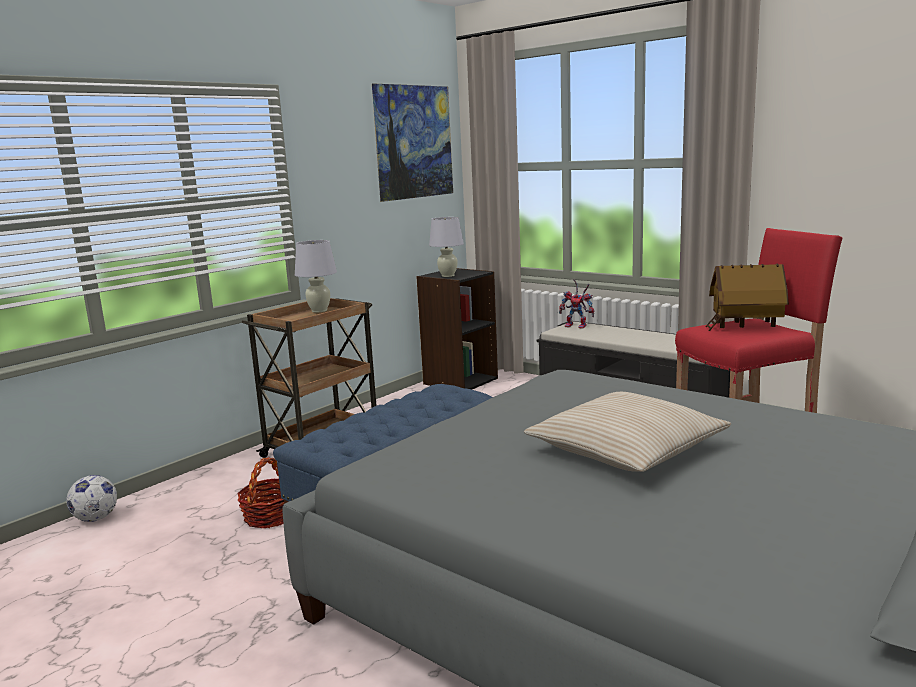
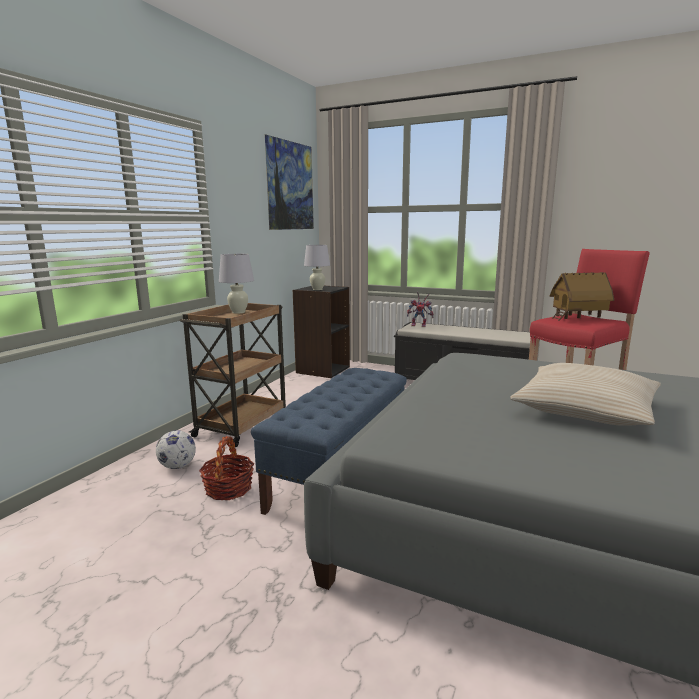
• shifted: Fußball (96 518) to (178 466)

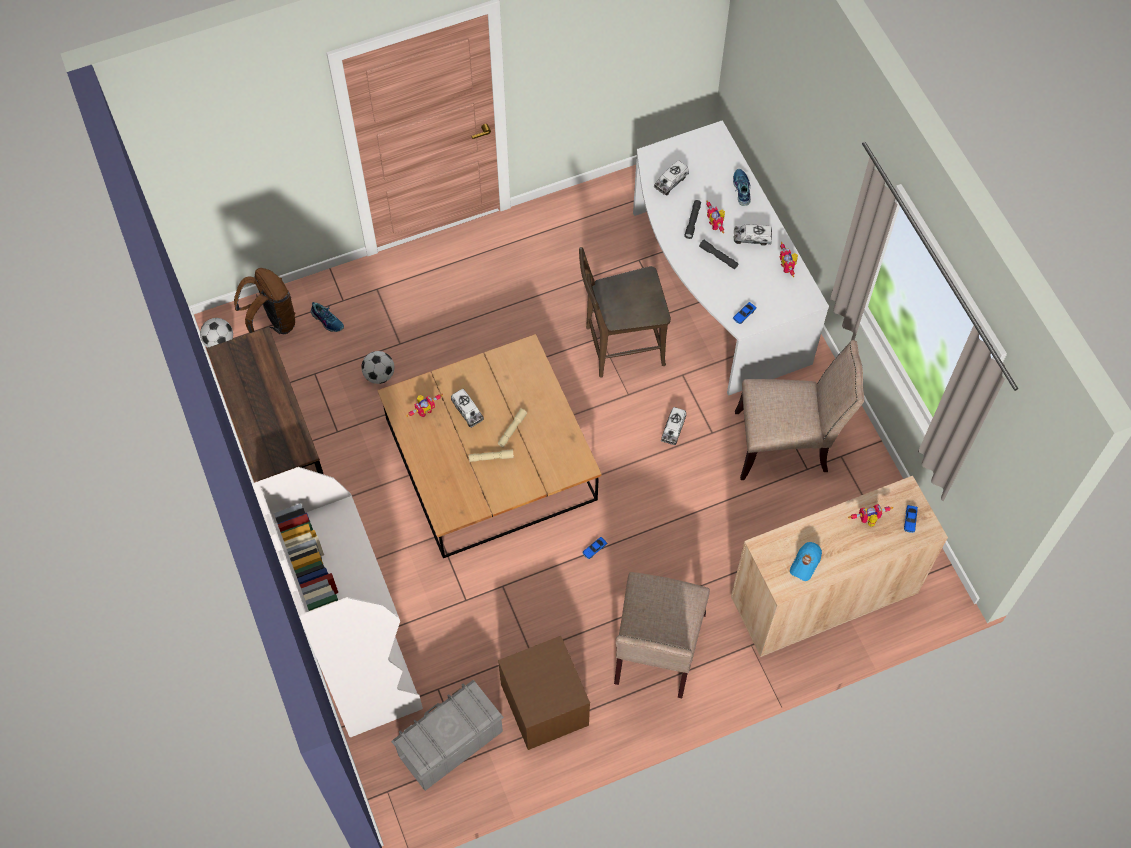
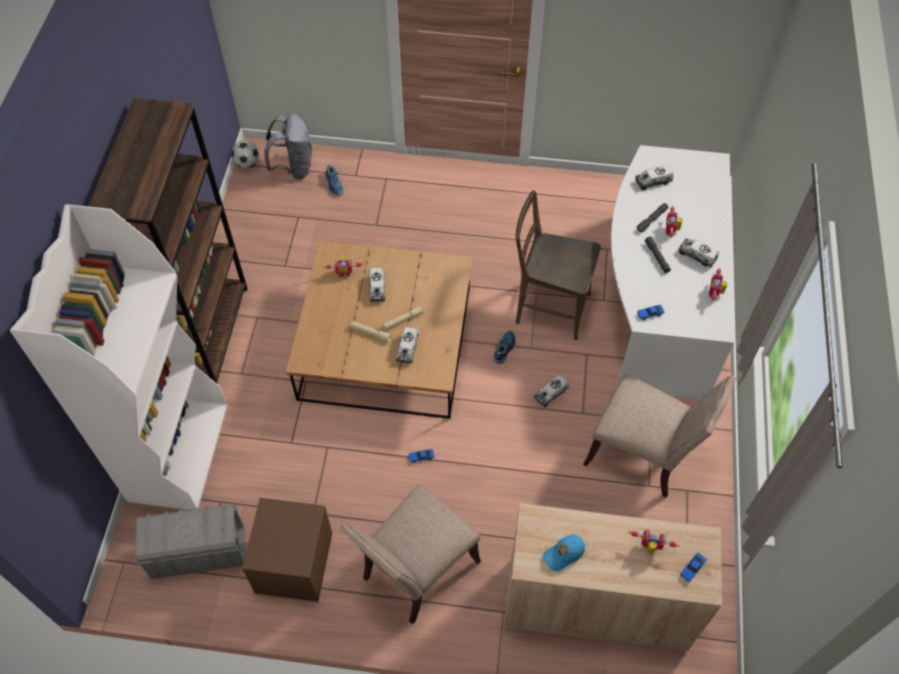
• shifted: Schuh (741 189) to (503 349)
• repainted: Rucksack/braun (272 322) to Rucksack/grau (294 167)
• gone: Fußball (379 375)
• new: Spielzeuglaster (407 349)

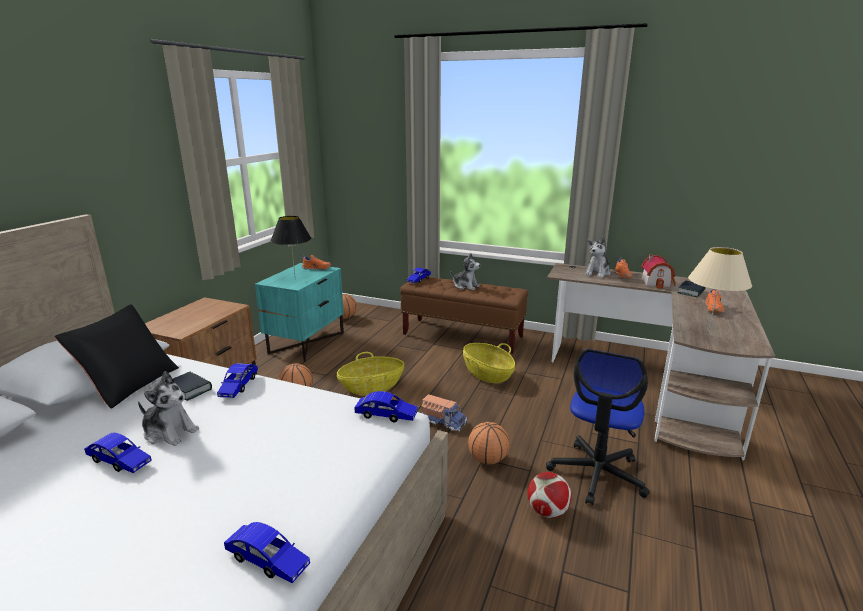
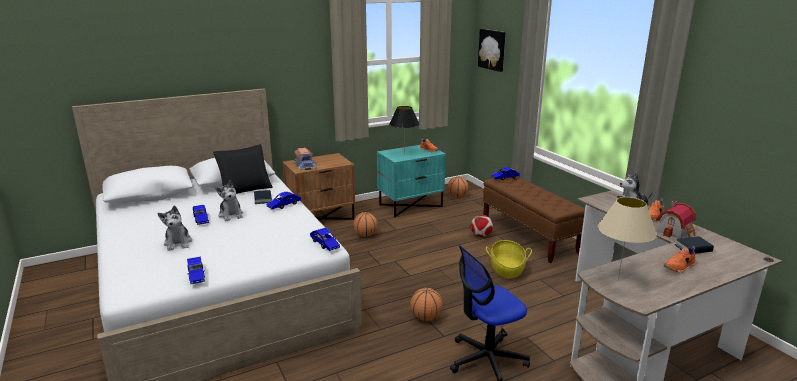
• shifted: Plüschtier (465 286) to (178 243)
• gone: Korb (372 387)
• shifted: Spielzeuglaster (443 421) to (305 166)
• shifted: Fußball (547 511) to (481 236)
• new: Bild (492 49)

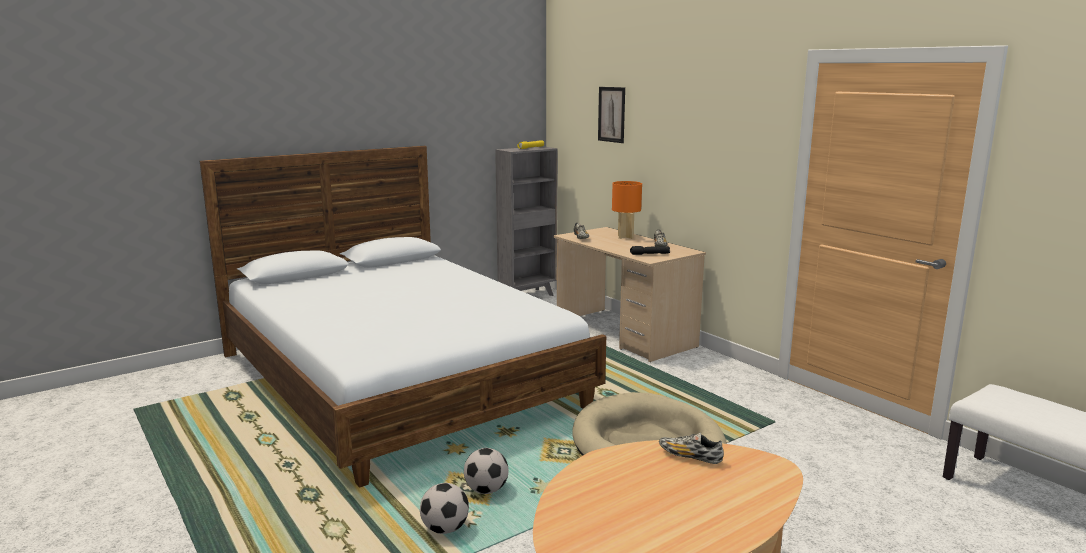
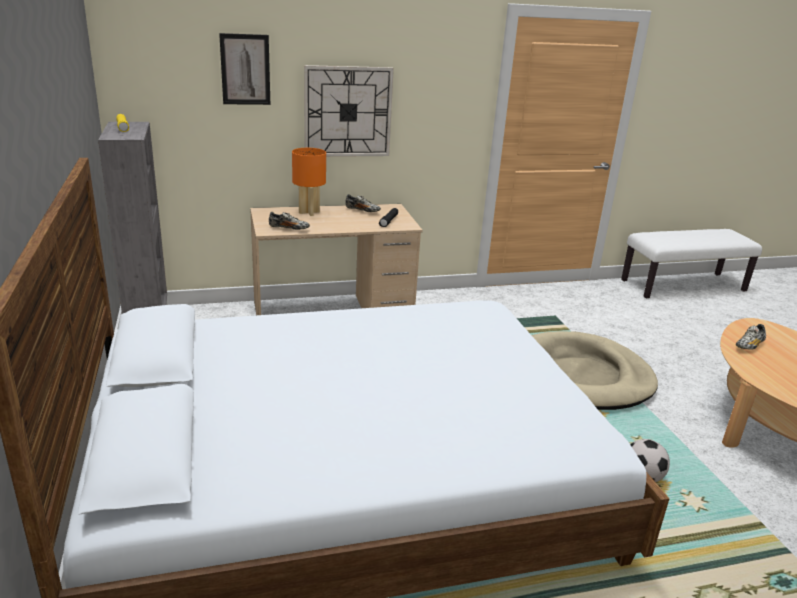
• gone: Fußball (445 529)
• new: Wanduhr (348 112)

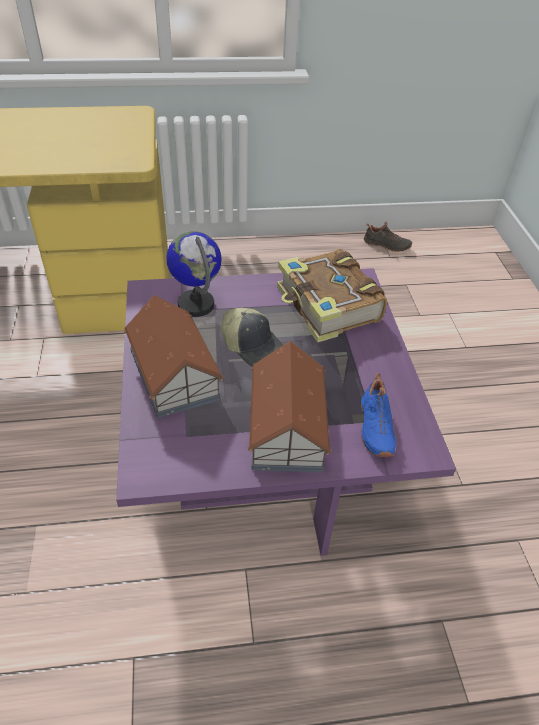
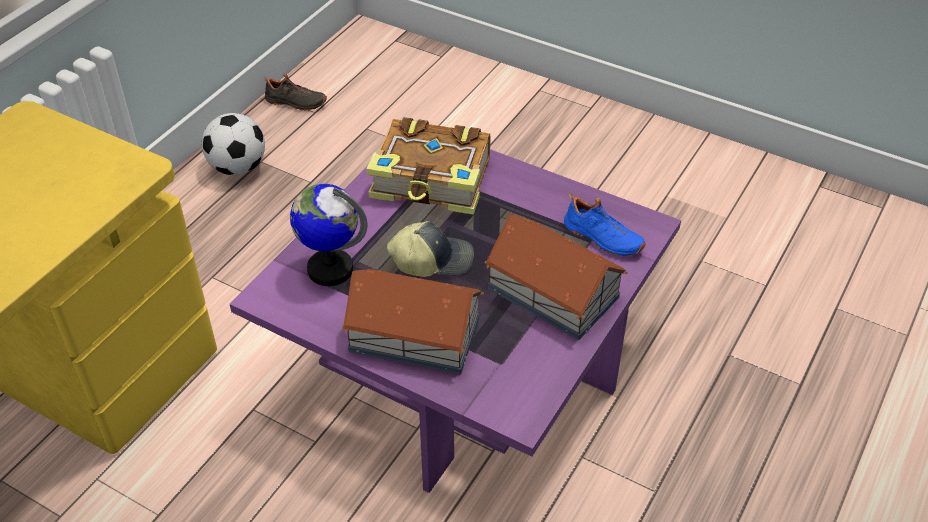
• rotated: Schuh/schwarz (386 245) = (295 103) 45 degrees clockwise
• new: Fußball (238 167)

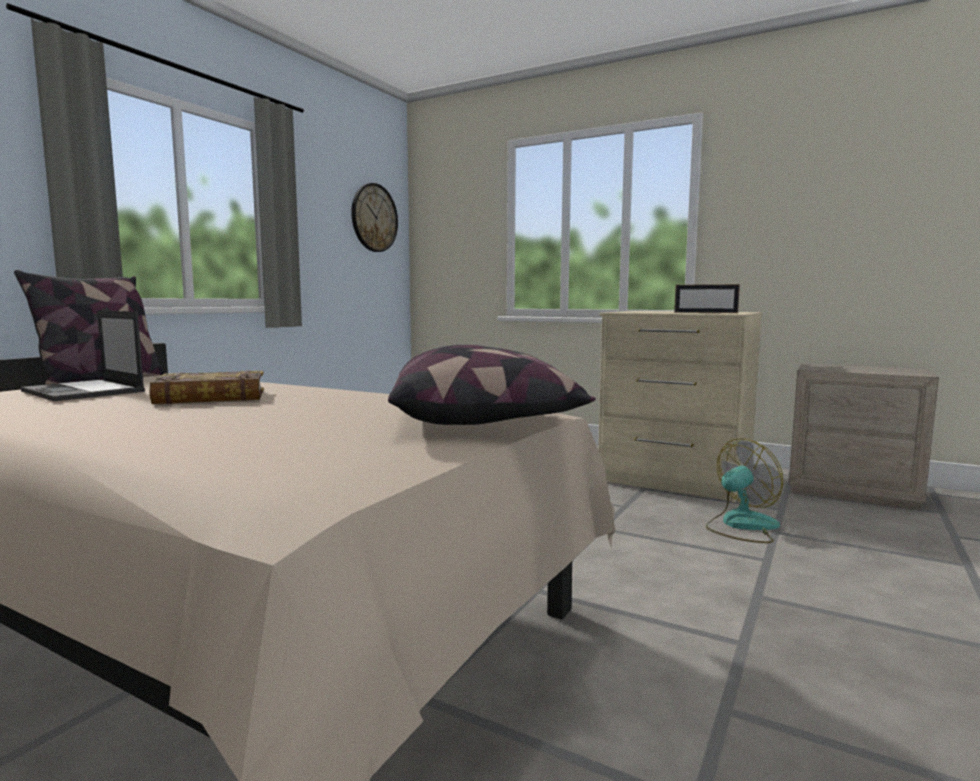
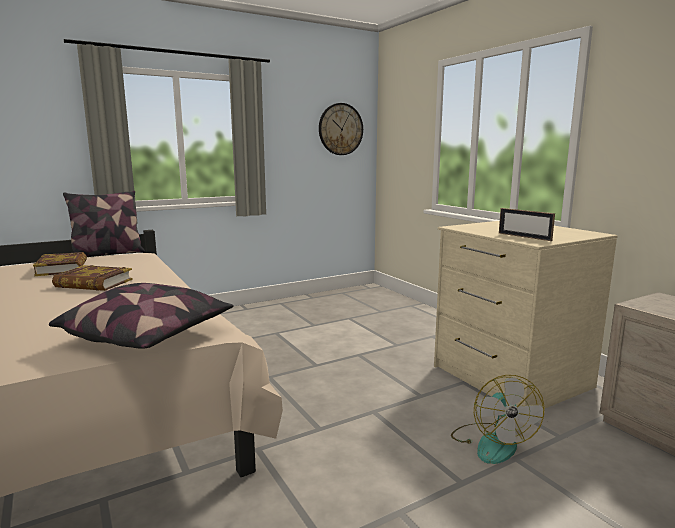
• swapped: Laptop (84 391) to Buch (62 268)
• rotated: Ventilator (741 526) = (492 442) 90 degrees clockwise

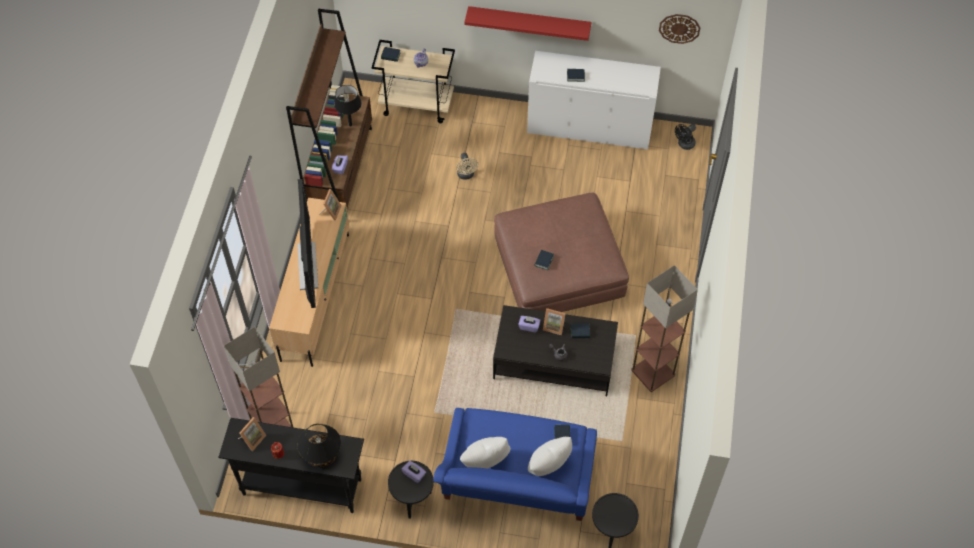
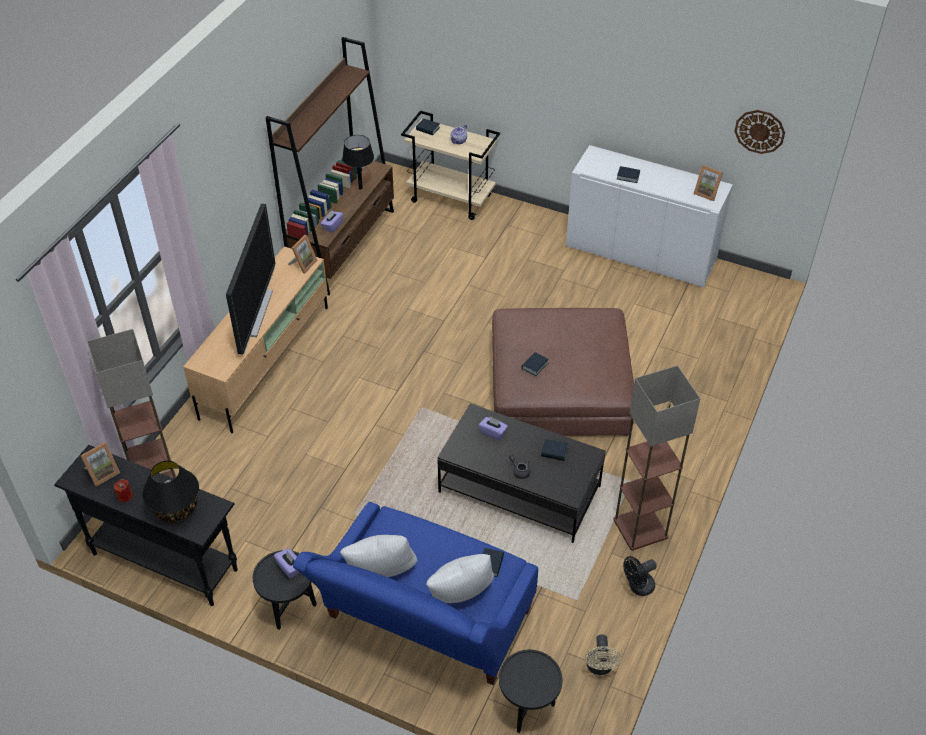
• gone: Wandregal/rot (529 22)
• shifted: Ventilator/schwarz (684 145) to (638 587)
• shifted: Ventilator/beige (466 175) to (599 668)
• shifted: Bilderrahmen (554 326) to (707 193)

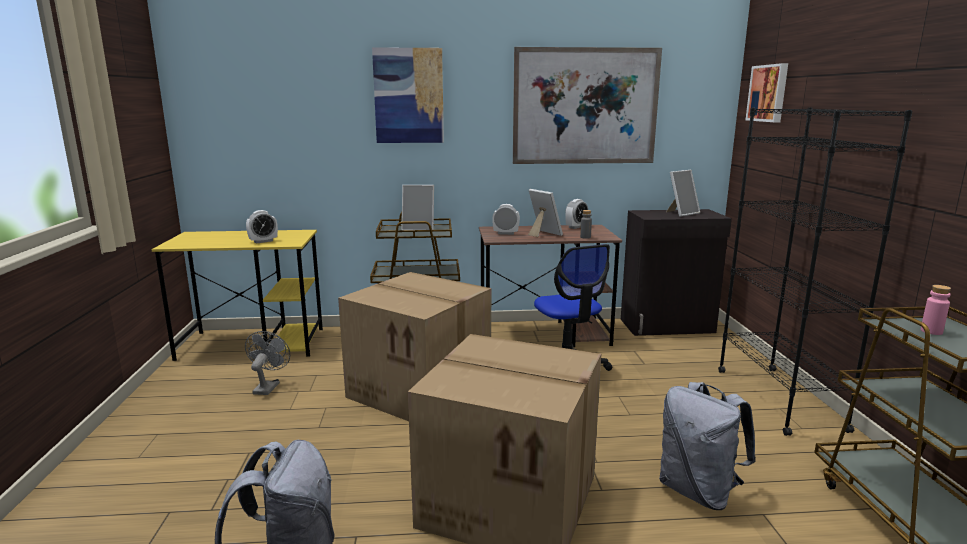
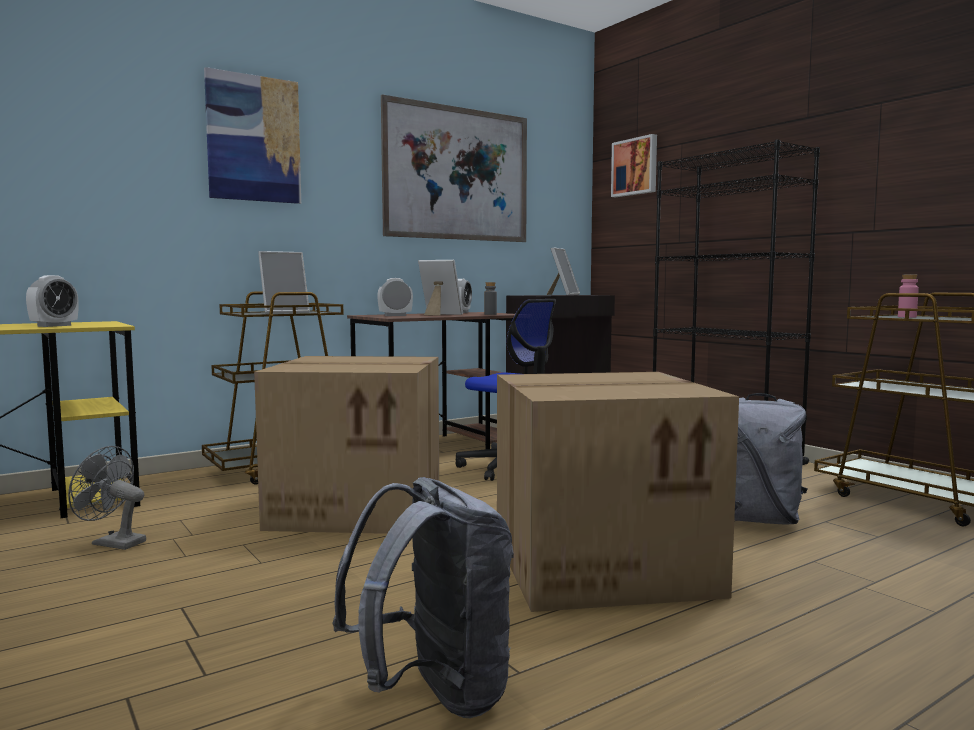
• rotated: Ventilator/grau (268 386) = (112 543) 45 degrees counterclockwise

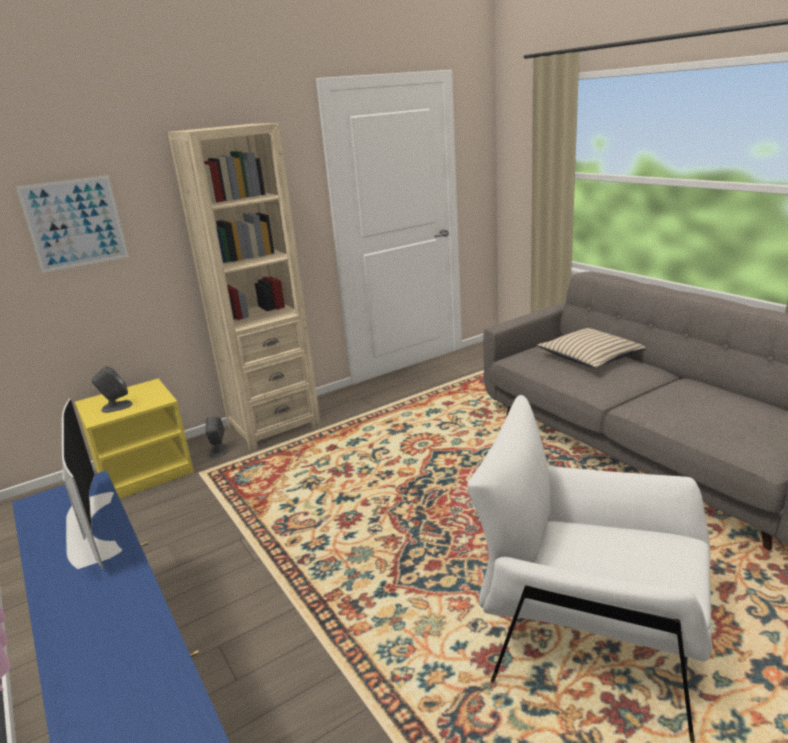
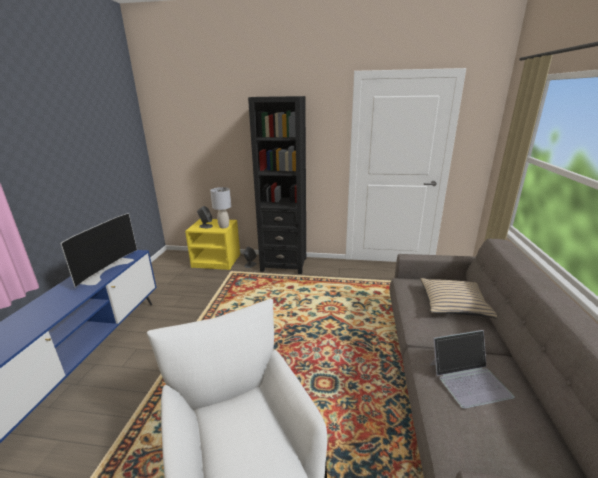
• repainted: Bücherregal/beige (274 426) to Bücherregal/schwarz (284 264)
• gone: Bild (75 223)
• new: Tischlampe/grau (223 226)
• new: Laptop (469 379)

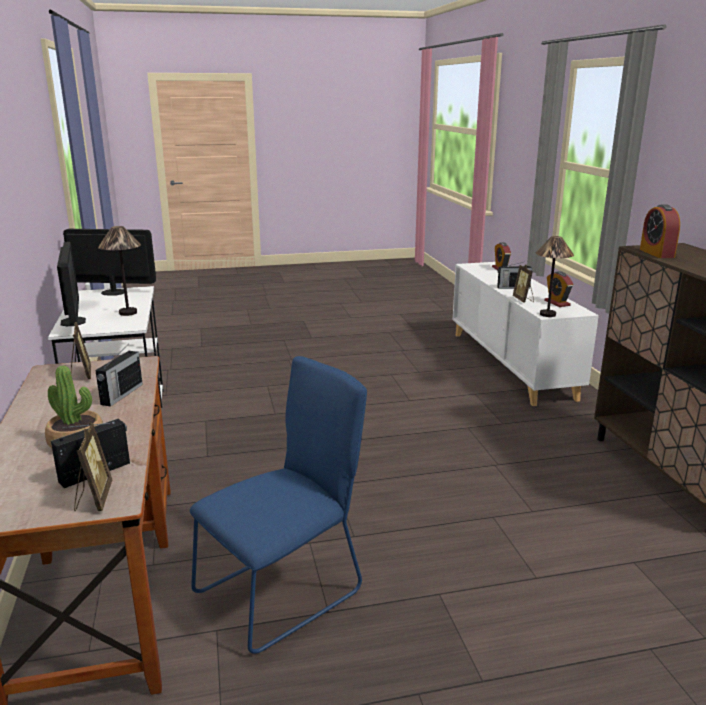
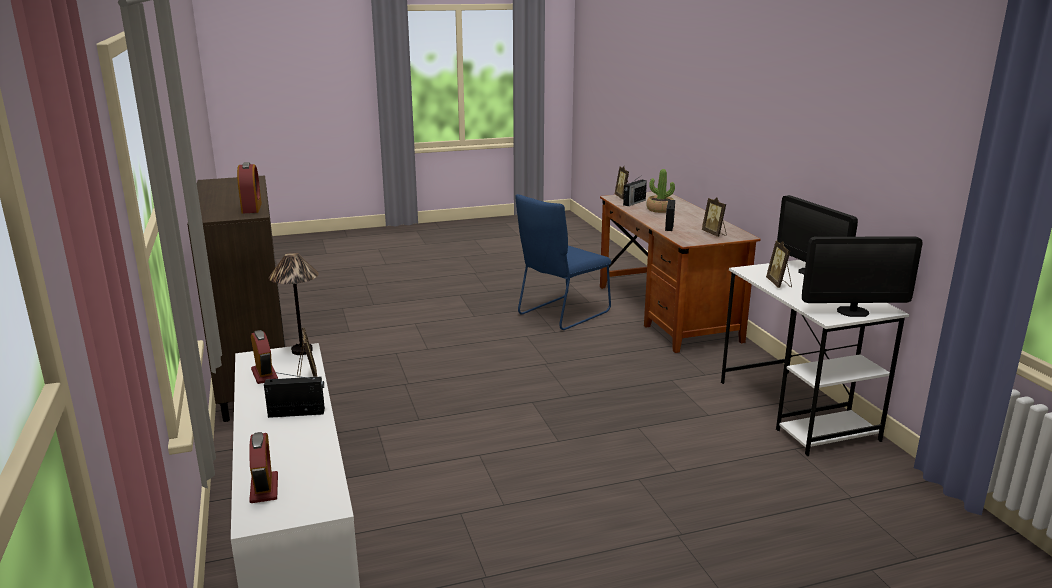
• swapped: Tischlampe (127 313) to Bilderrahmen (779 283)

